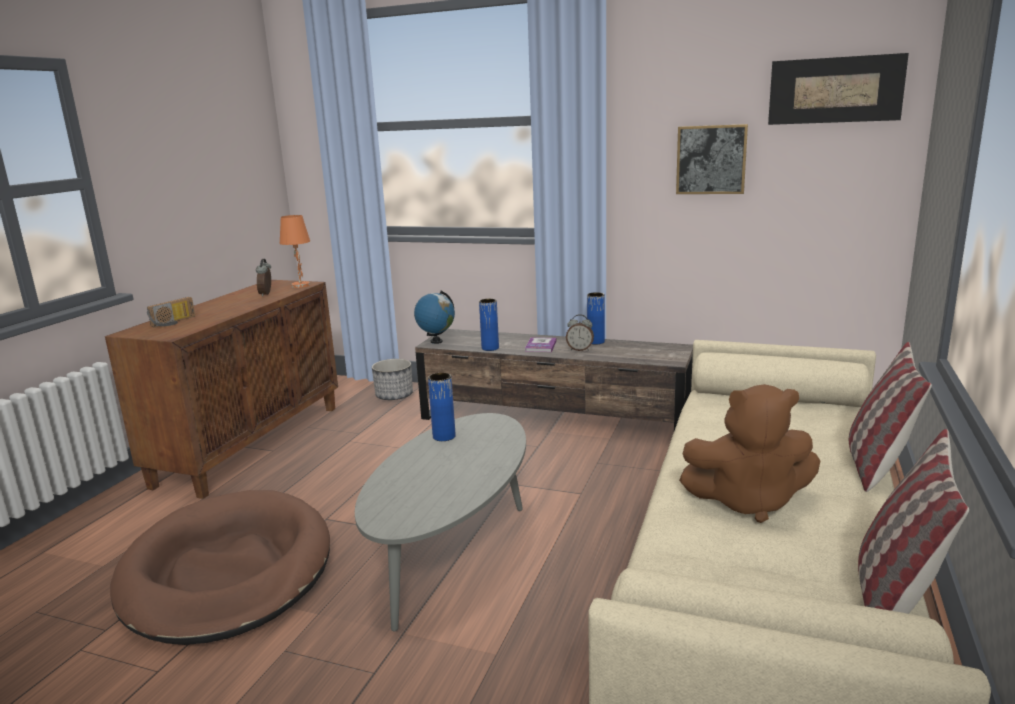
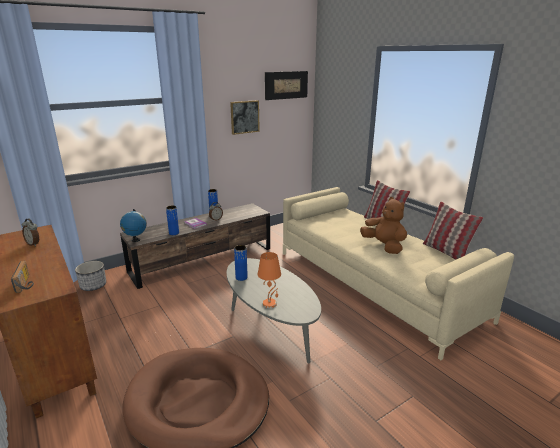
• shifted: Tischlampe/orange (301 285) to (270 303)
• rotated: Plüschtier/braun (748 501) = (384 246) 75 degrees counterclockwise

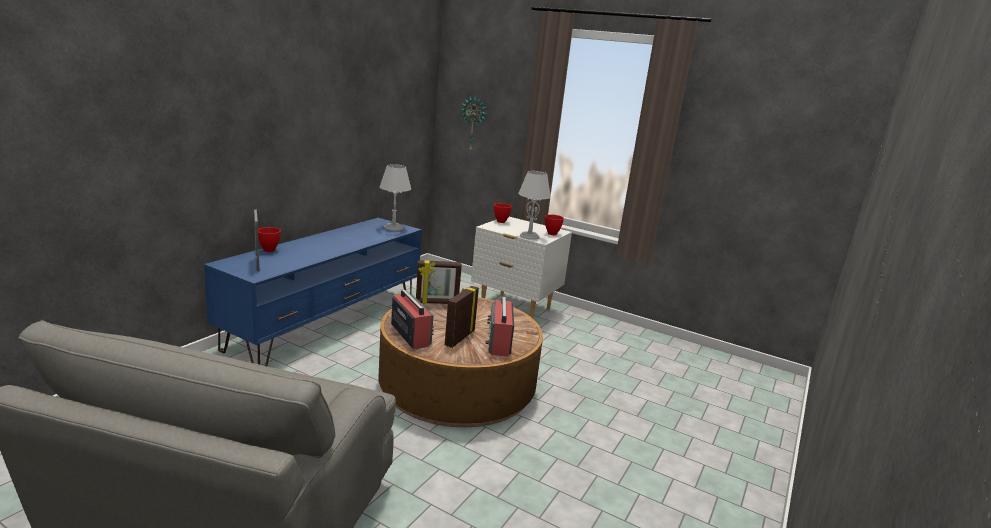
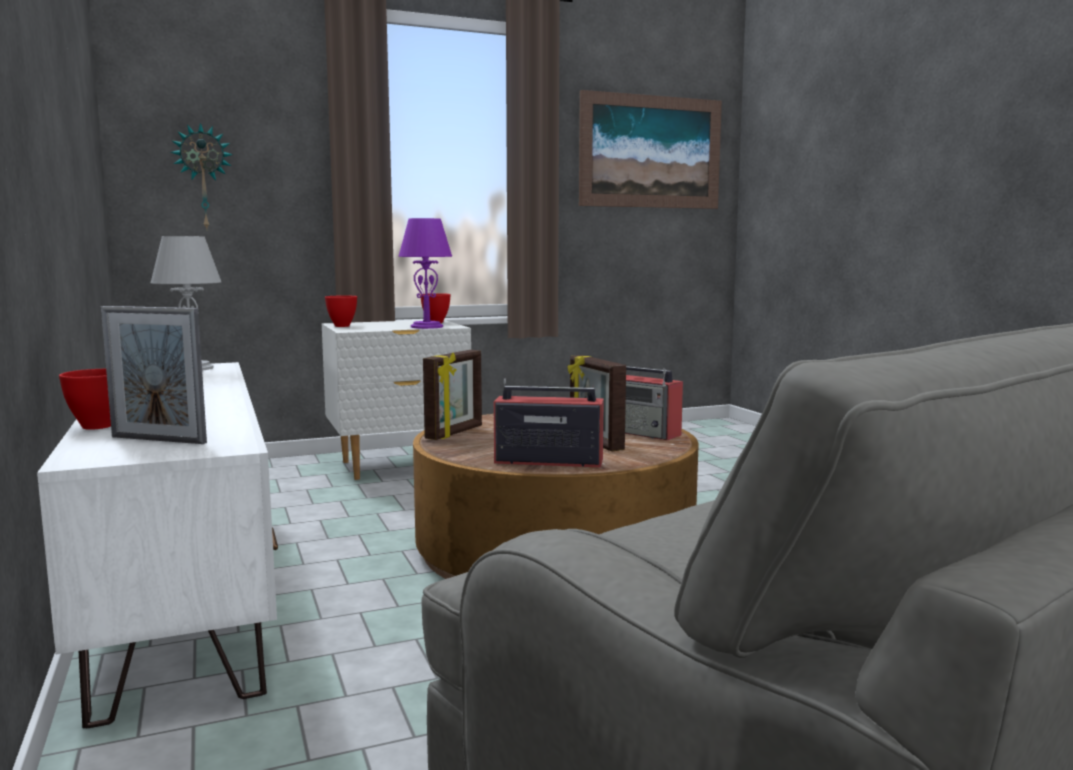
• repainted: Tischlampe/grau (529 236) to Tischlampe/lila (427 327)
• repainted: Fernsehschrank/blau (327 321) to Fernsehschrank/weiß (185 586)
• new: Bild (651 152)

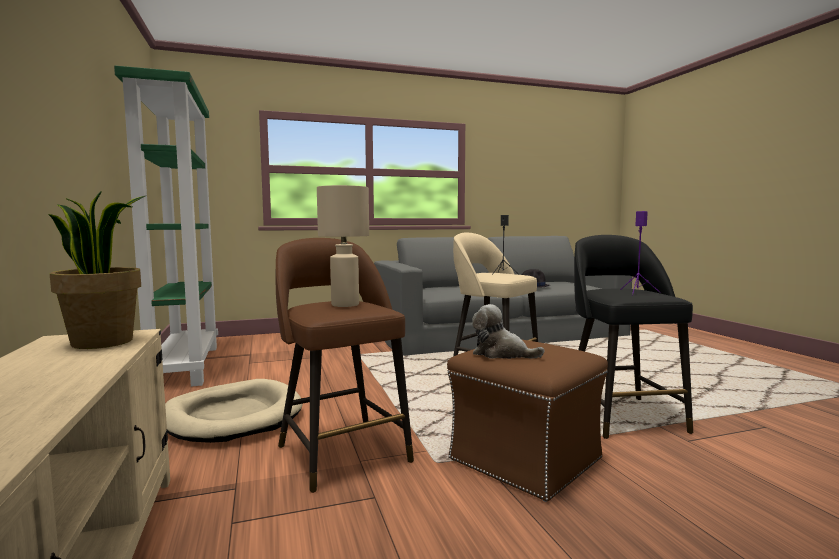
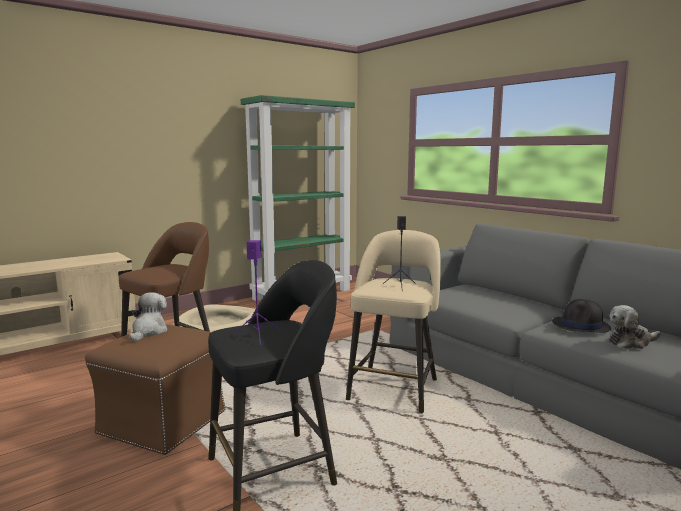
• gone: Tischlampe/beige (345 305)
• gone: Topfpflanze (104 342)
• new: Plüschtier (631 342)

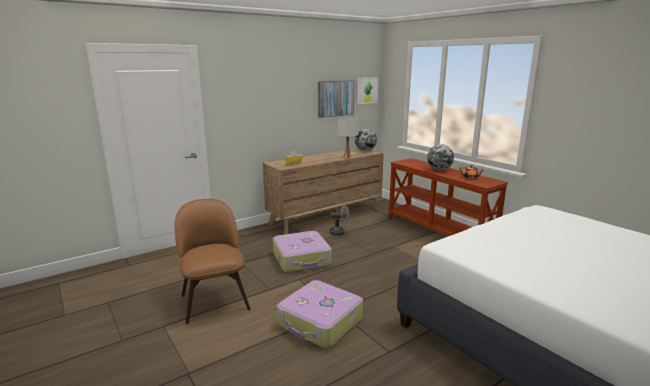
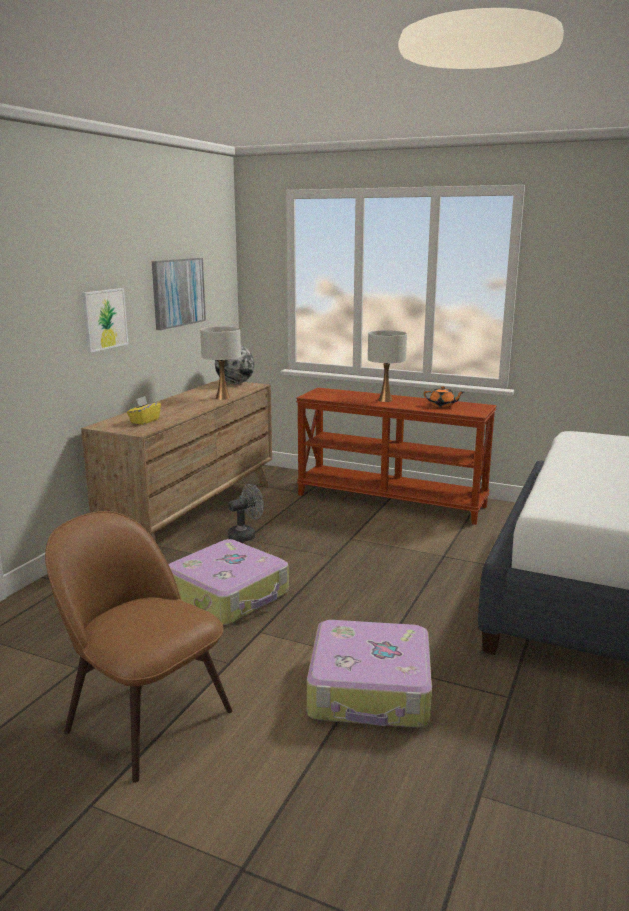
• shifted: Bild (367 90) to (104 319)
• swapped: Globus (439 170) to Tischlampe/weiß (385 400)

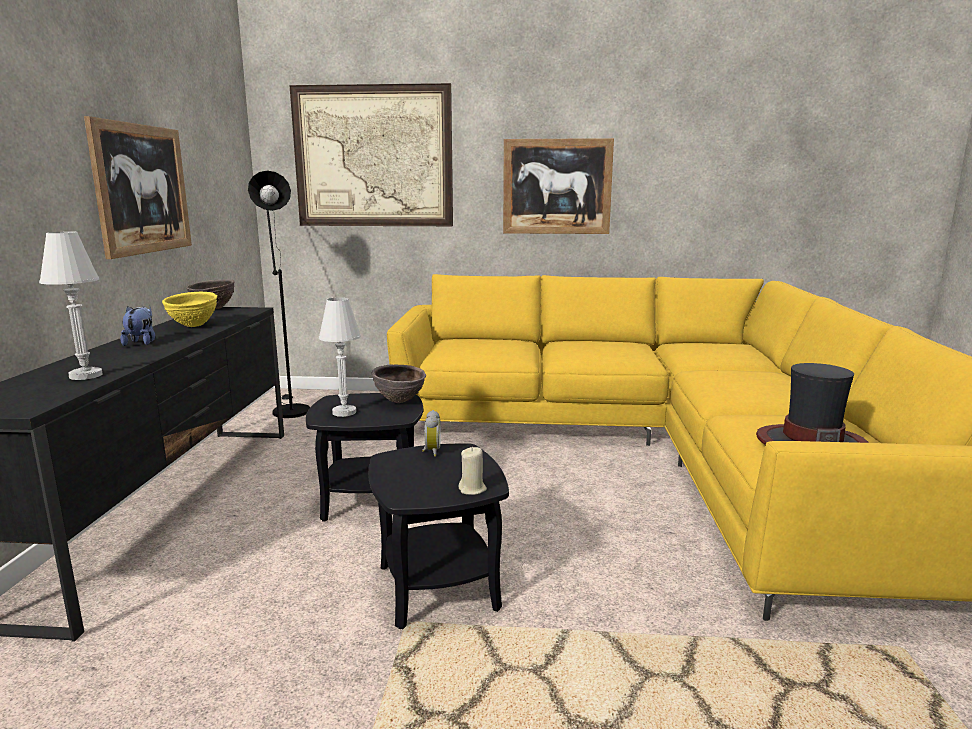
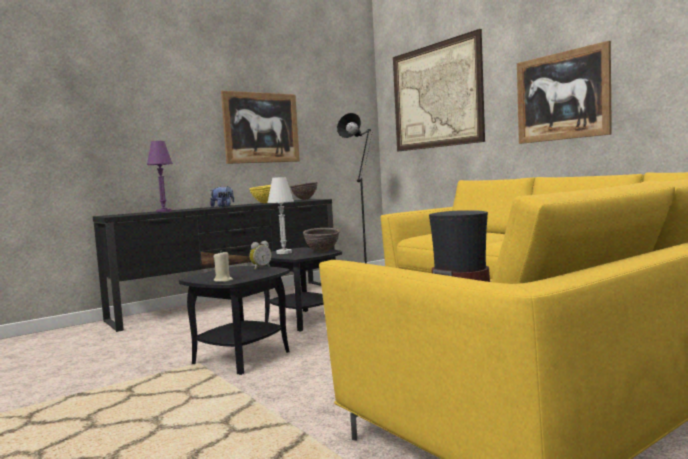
• repainted: Tischlampe/weiß (86 375) to Tischlampe/lila (164 211)

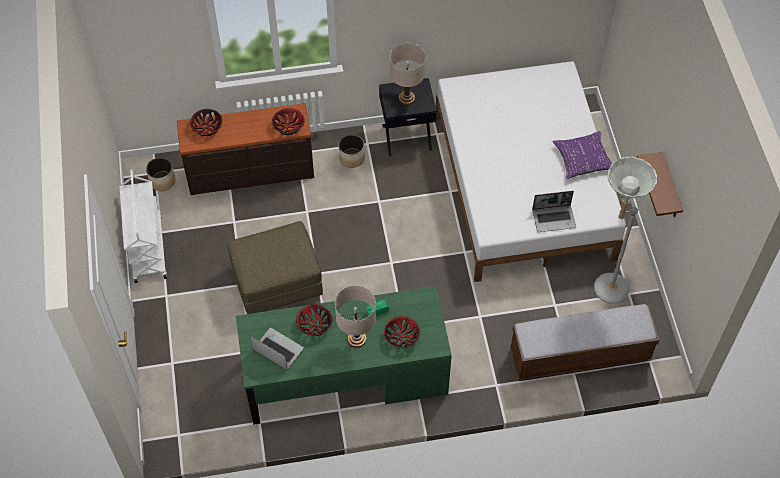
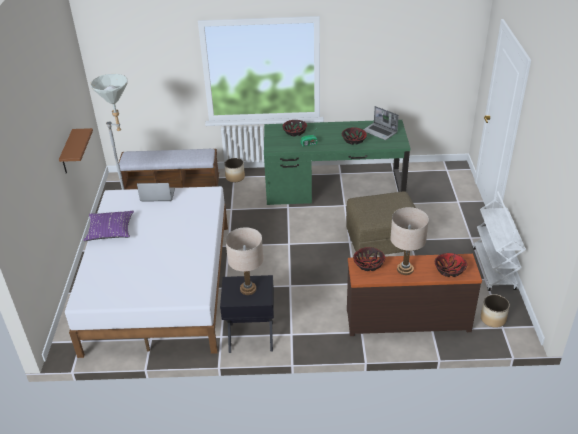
• shifted: Pflanzkübel (352 158) to (235 177)
• shifted: Tischlampe/beige (356 339) to (405 269)

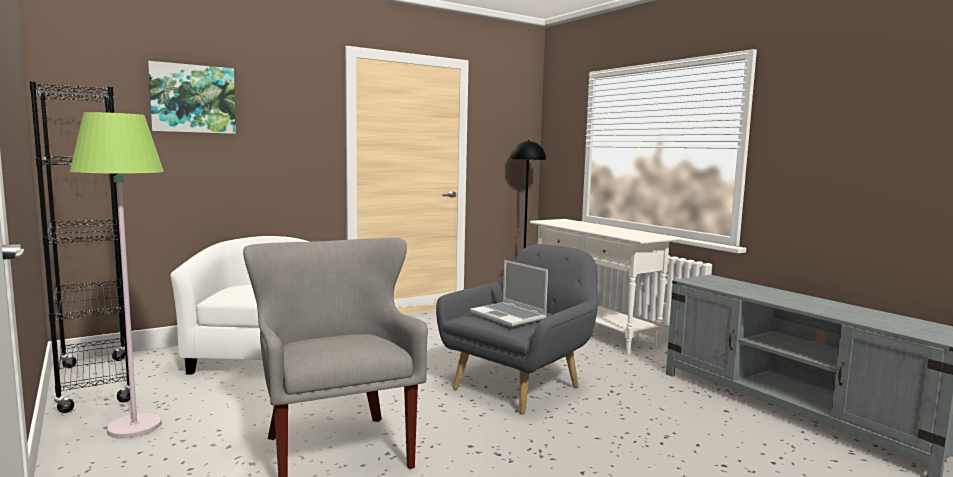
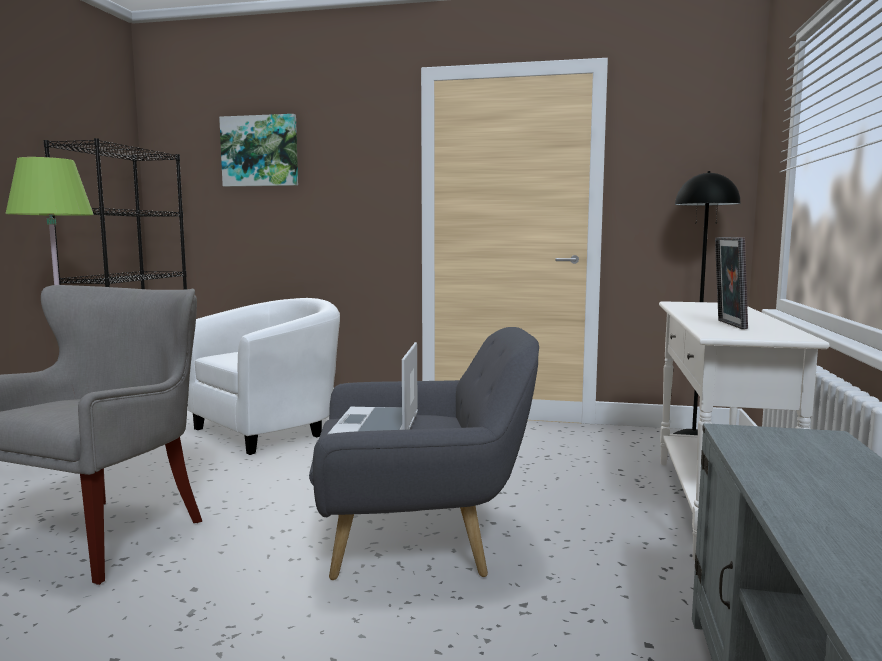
• new: Bilderrahmen (727 324)

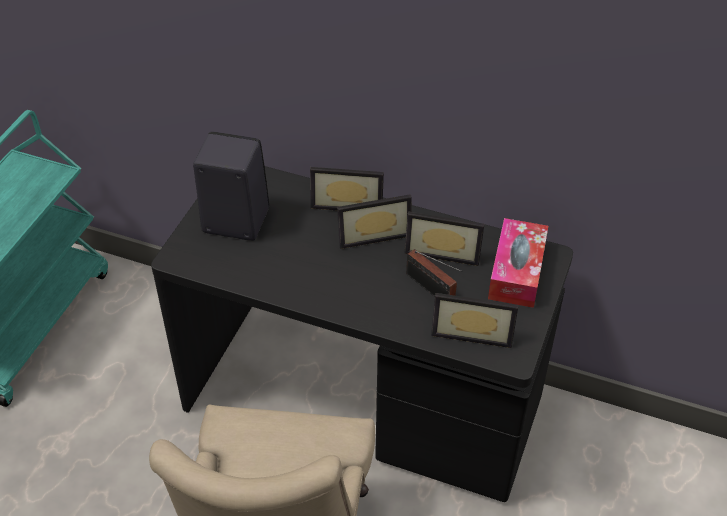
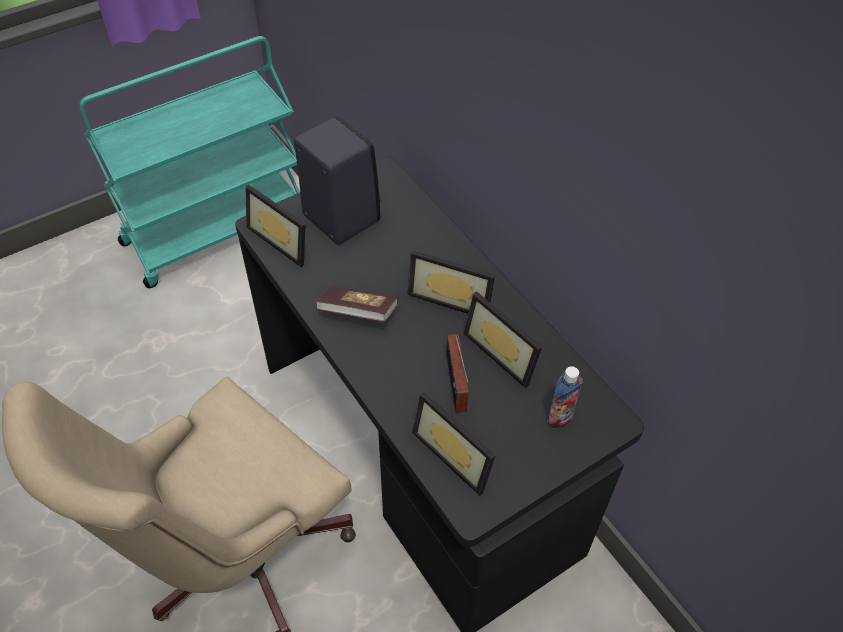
• shifted: Bilderrahmen (347 202) to (284 239)
• swapped: Taschentuchbox (516 272) to Flasche (560 417)
• new: Buch (358 313)

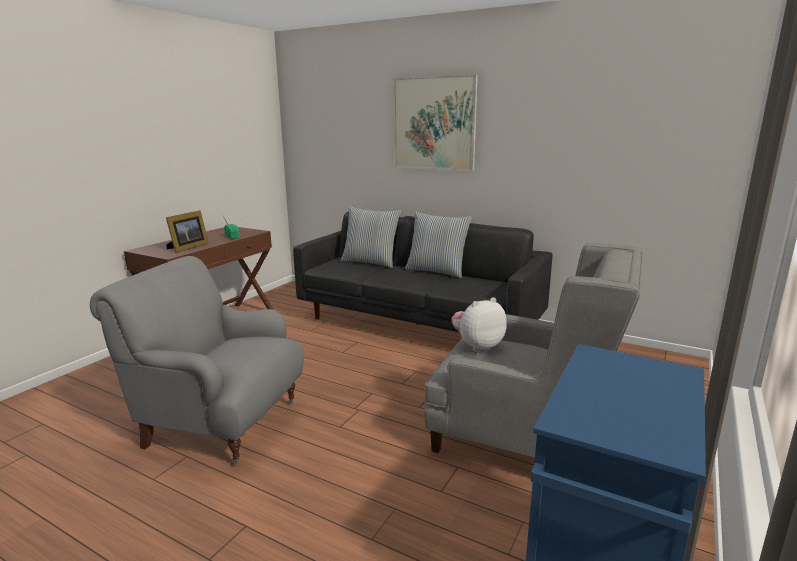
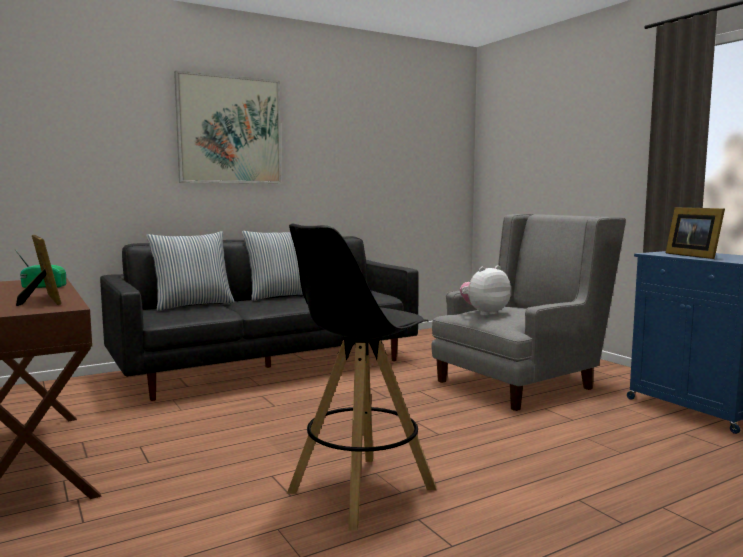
• swapped: Sessel/grau (220 423) to Hocker/schwarz (360 491)
• rotated: Plüschtier (477 346) = (484 313) 60 degrees clockwise
• new: Bilderrahmen (693 255)

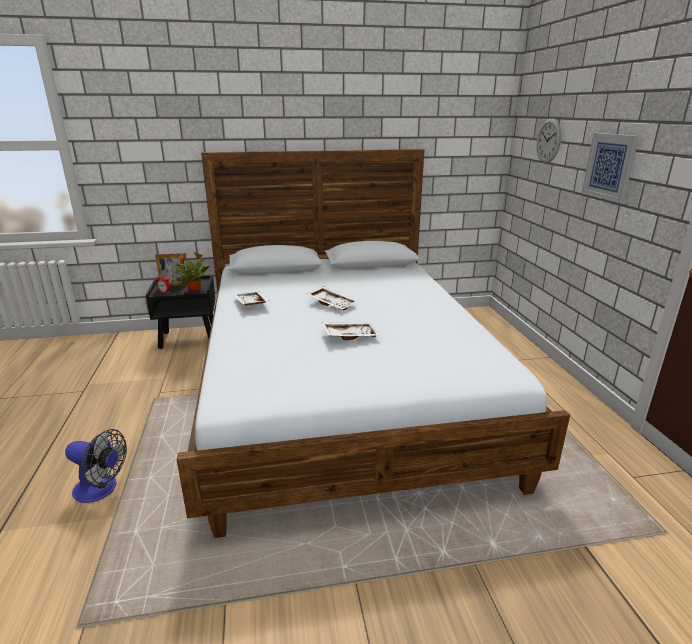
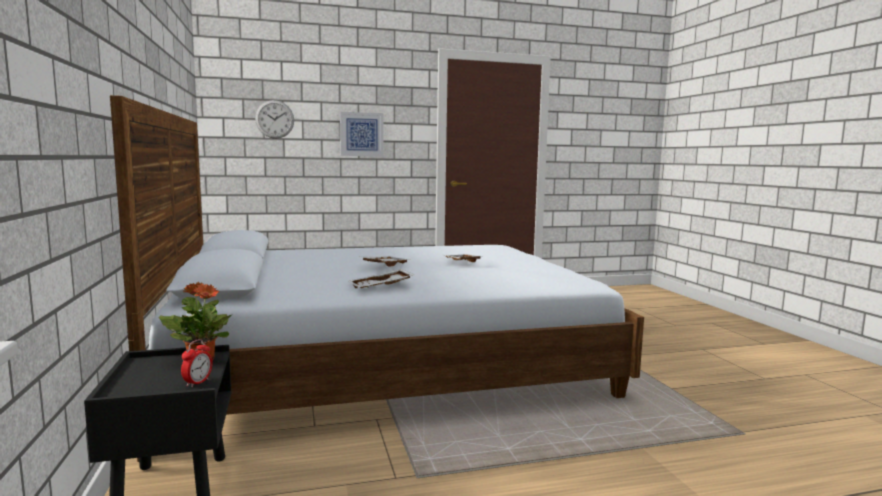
• gone: Bilderrahmen (173 285)
• gone: Ventilator (101 489)

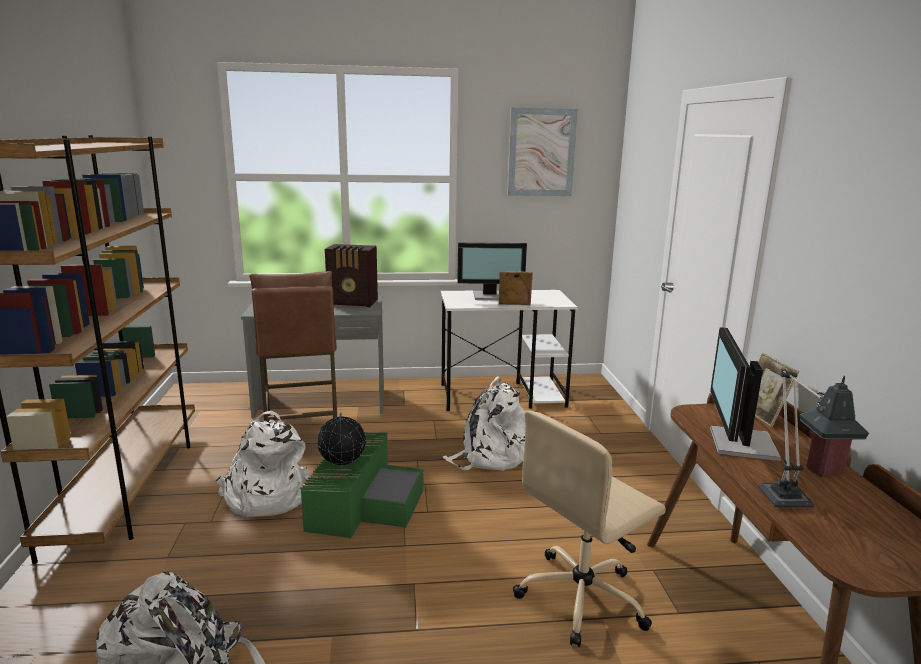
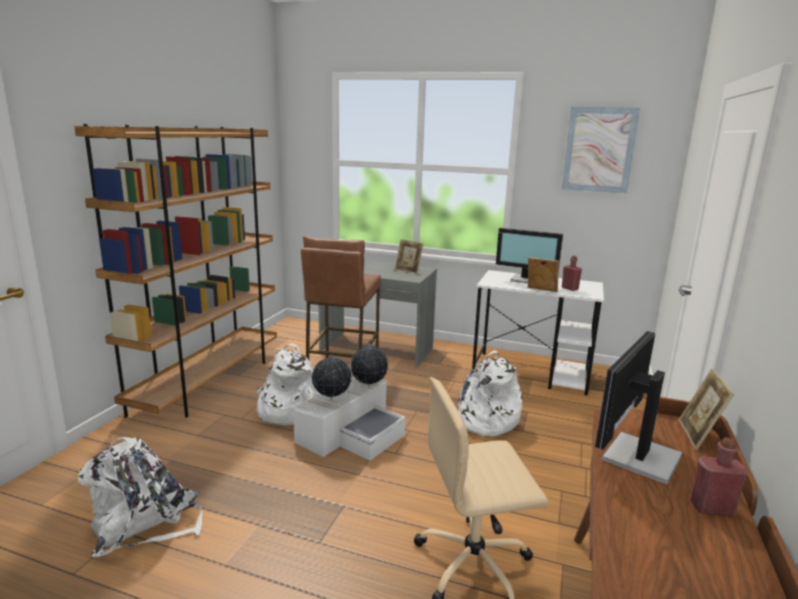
• swapped: Radio (353 303) to Bilderrahmen (408 271)
• gone: Tischlampe (790 505)
• repainted: Aufbewahrungsbox/grün (363 501) to Aufbewahrungsbox/weiß (352 432)
• new: Flasche/rot (570 288)
• new: Globus (369 387)

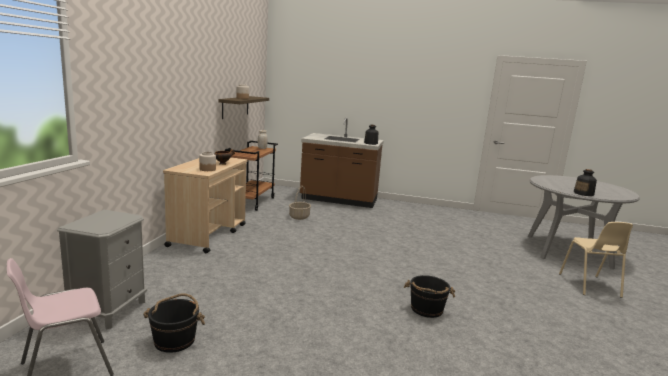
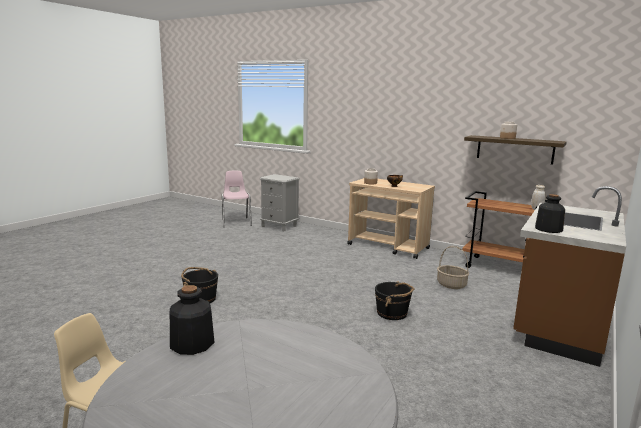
• shifted: Eimer/schwarz (175 340) to (392 313)

